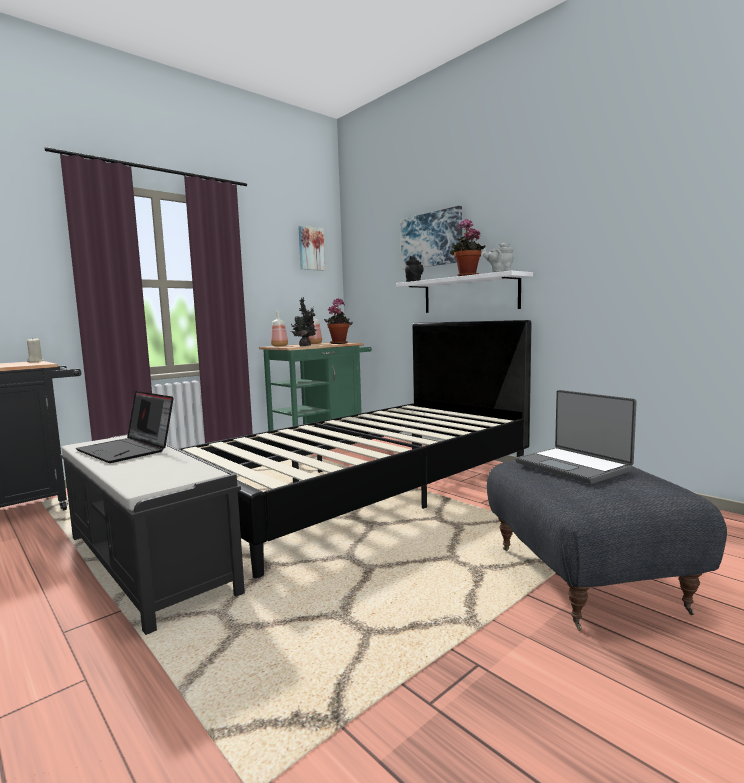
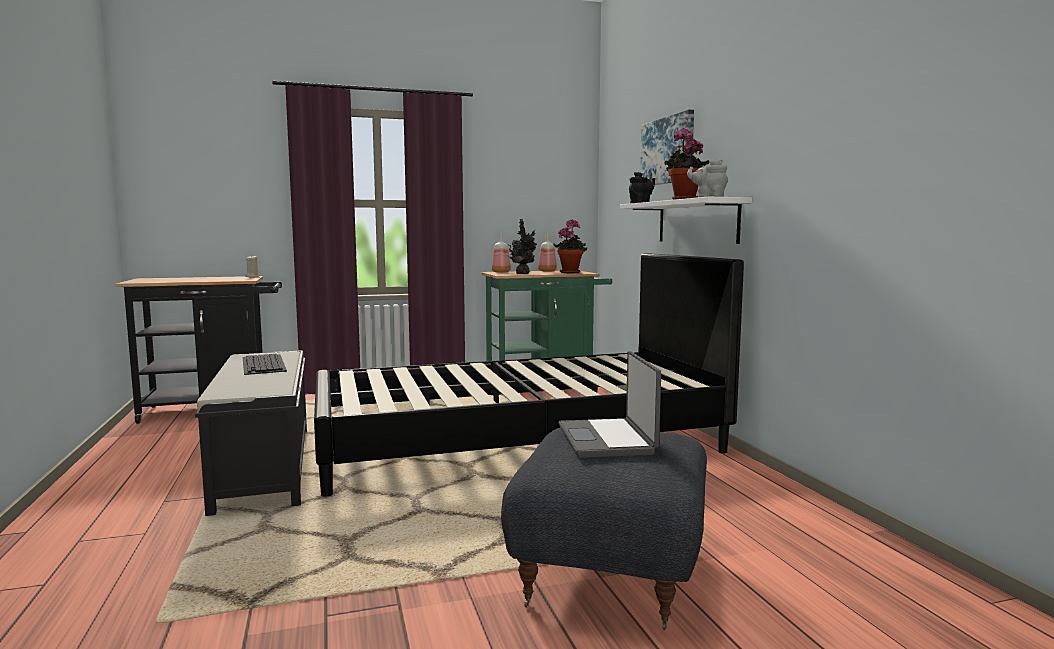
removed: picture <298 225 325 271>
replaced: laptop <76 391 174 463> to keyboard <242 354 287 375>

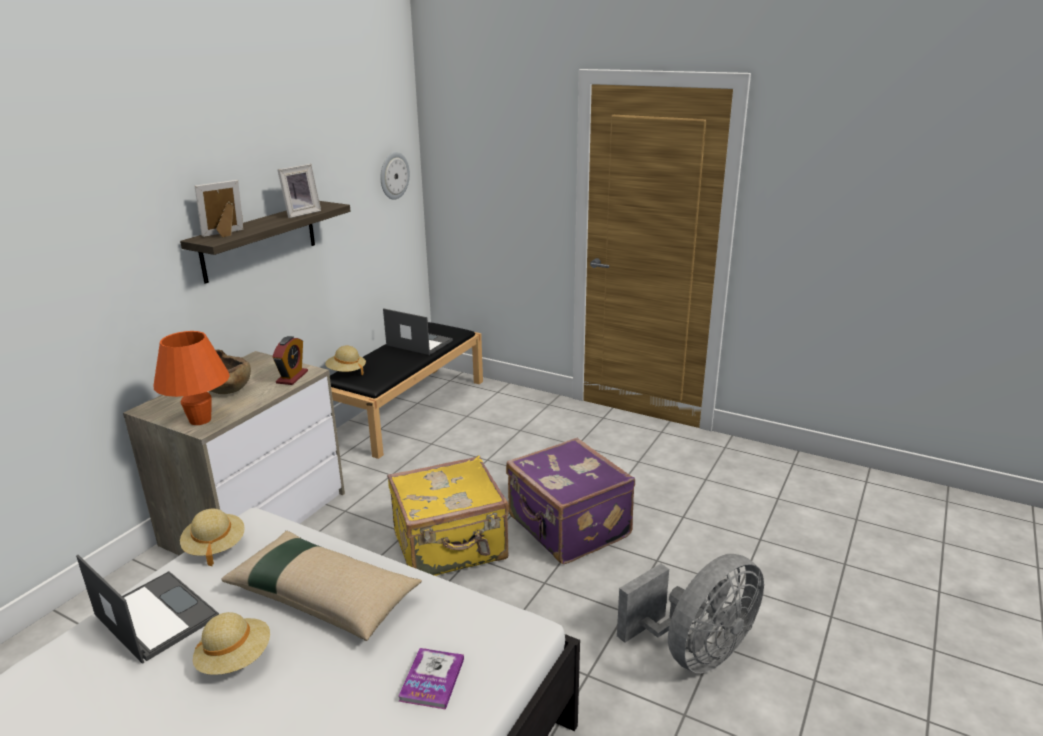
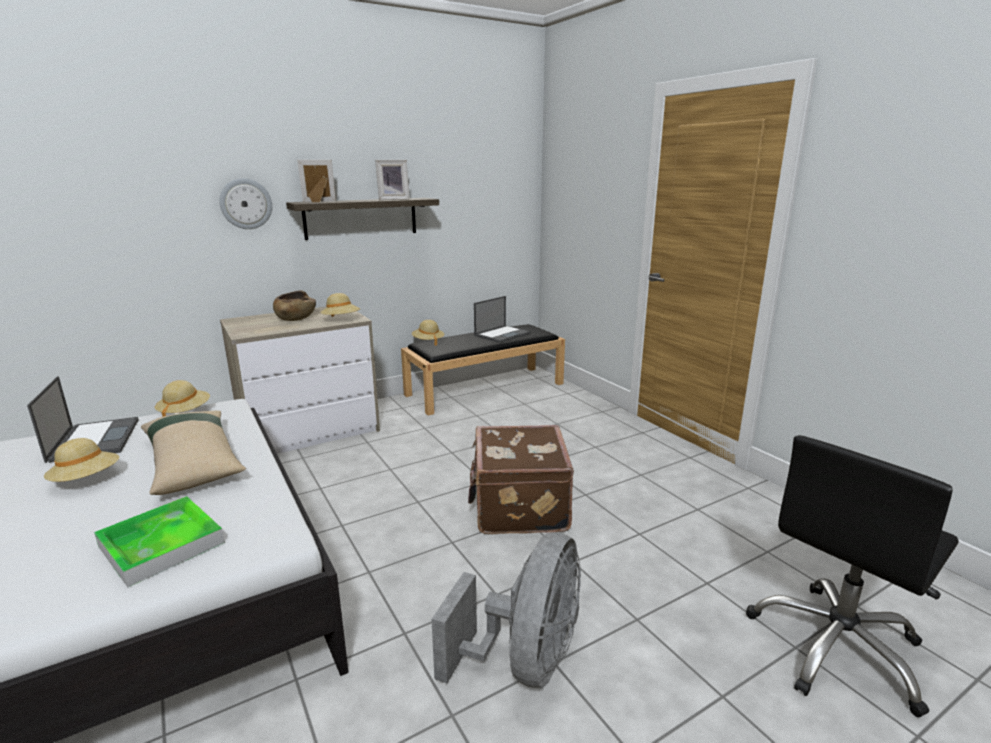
removed: orange table lamp <153 331 230 425>; yellow suitcase <387 455 509 576>
added: black office chair <746 435 959 717>
moved: wall clock <381 152 410 200> to <219 178 272 229>
replaced: book <398 648 464 710> to tray <94 496 225 587>; alarm clock <272 336 308 385> to beige hat <320 293 360 317>
recoloured: purple suitcase <506 438 635 564> to brown suitcase <468 425 574 534>
turned: grey fan <617 554 764 673> = <431 532 581 688> 60 degrees counterclockwise; laptop <383 308 453 355> = <474 296 531 343> 75 degrees clockwise

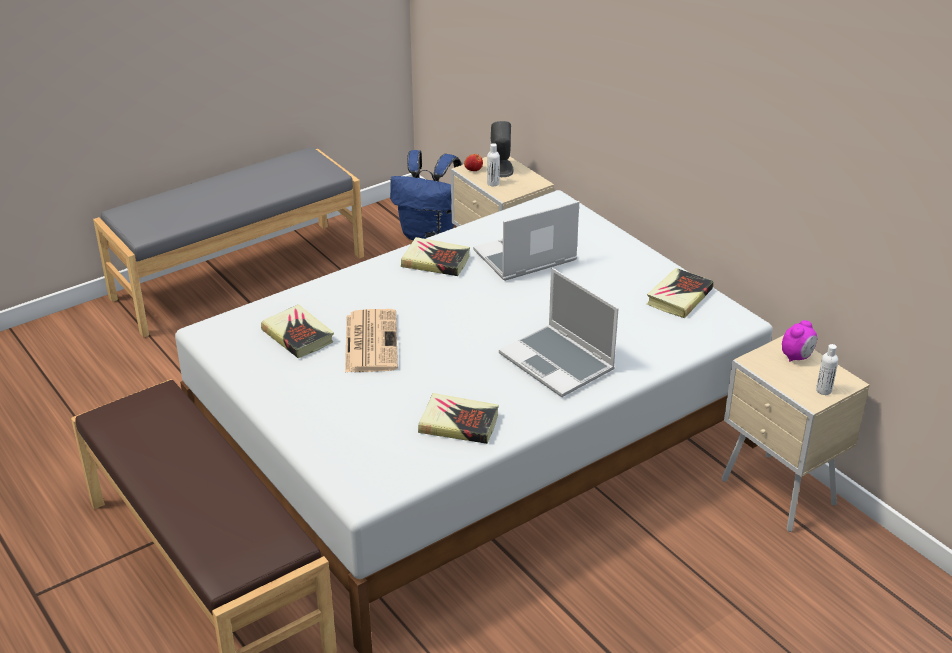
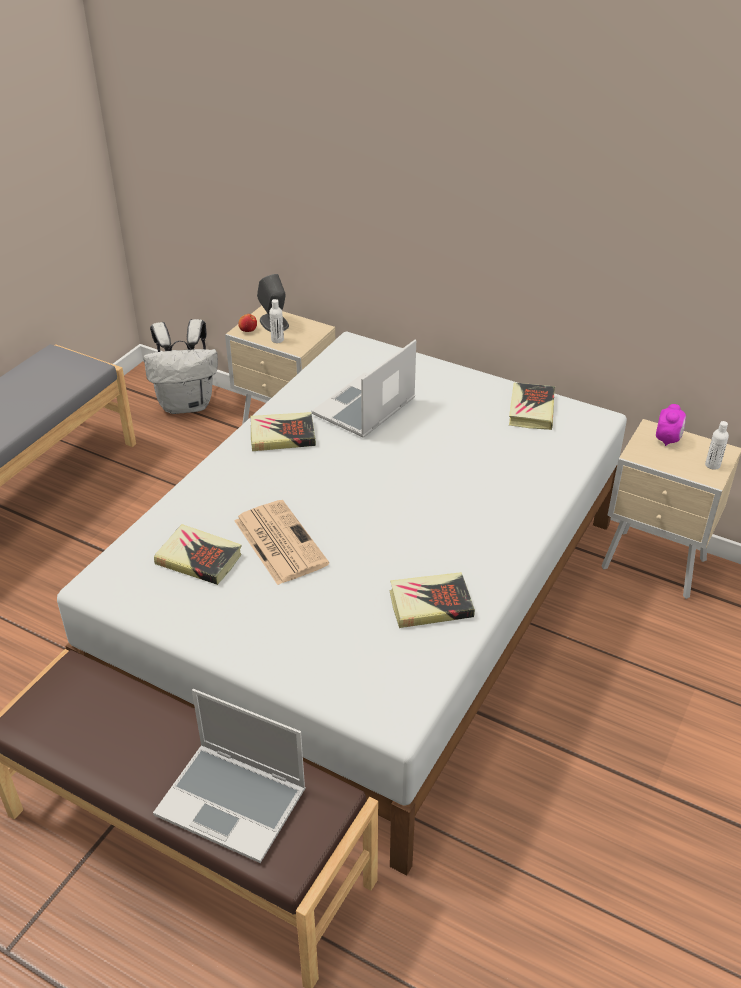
moved: laptop <499 268 619 397> to <153 689 306 863>
recoloured: blue backpack <390 150 461 240> to white backpack <144 319 218 414>

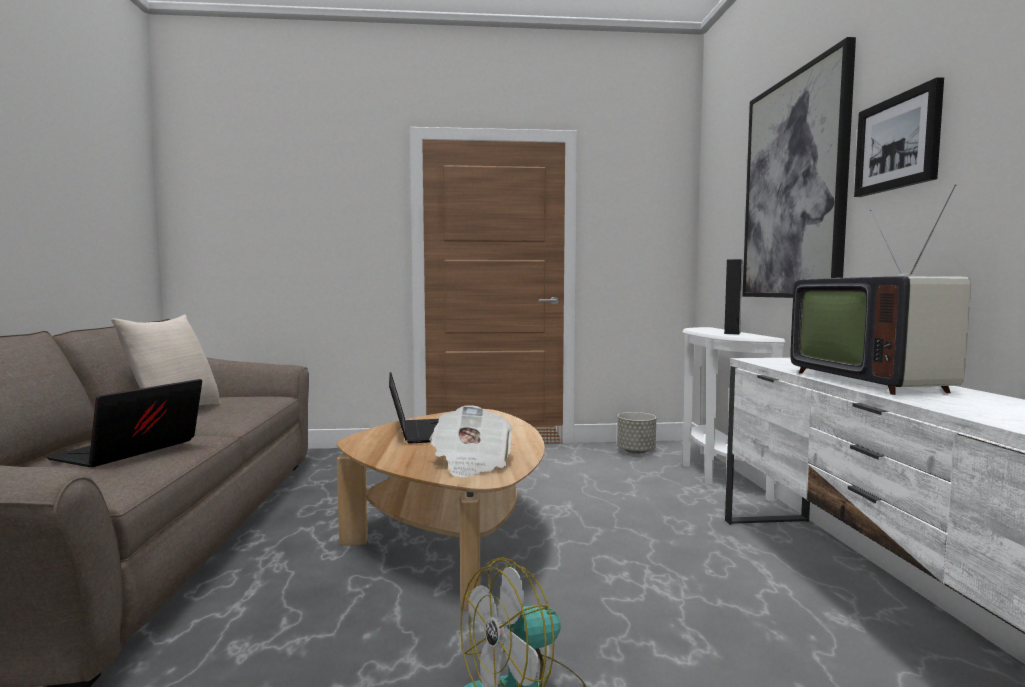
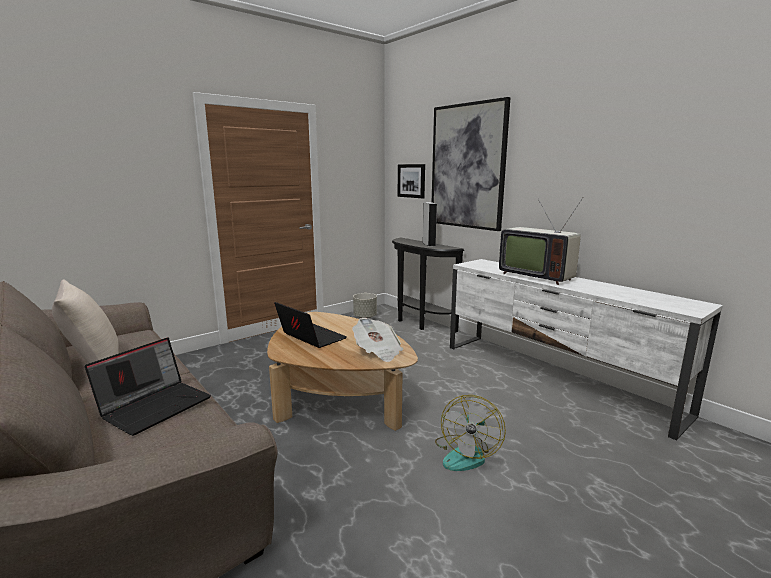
moved: picture <854 77 944 197> to <398 164 425 198>
recoloured: white console table <683 327 786 501> to black console table <392 238 464 332>
turned: laptop <46 379 202 467> = <85 337 211 436> 135 degrees counterclockwise

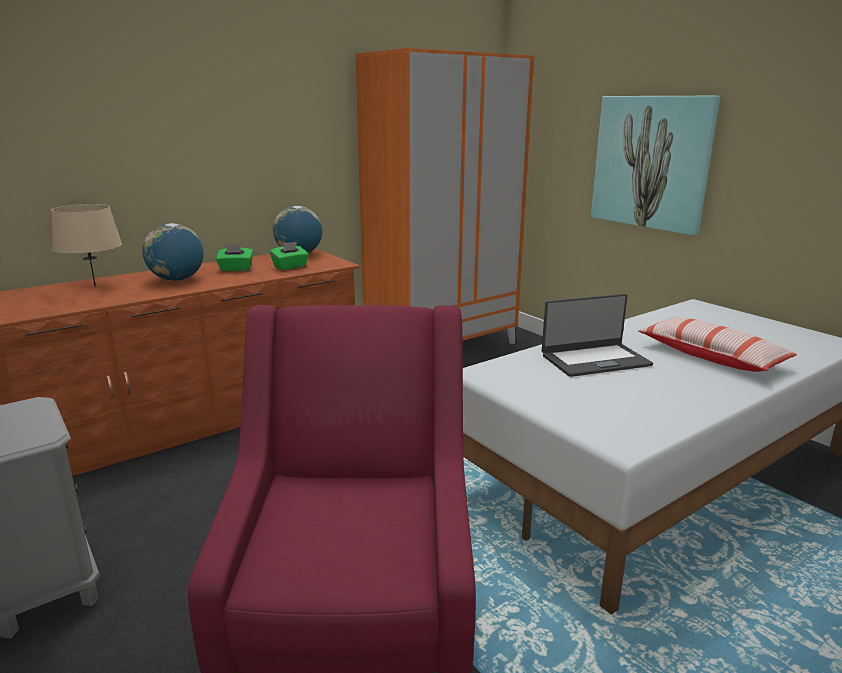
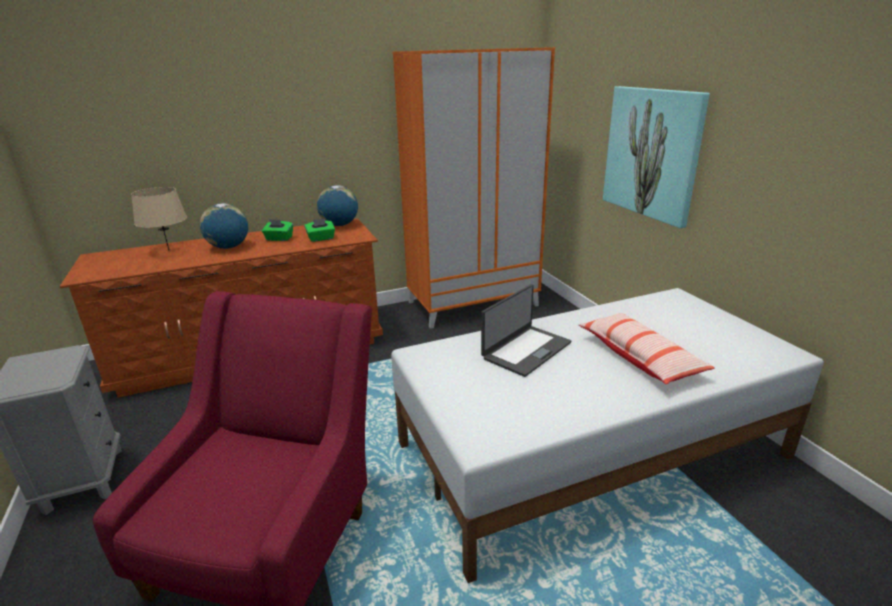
turned: laptop <542 294 653 377> = <481 284 571 377> 45 degrees counterclockwise

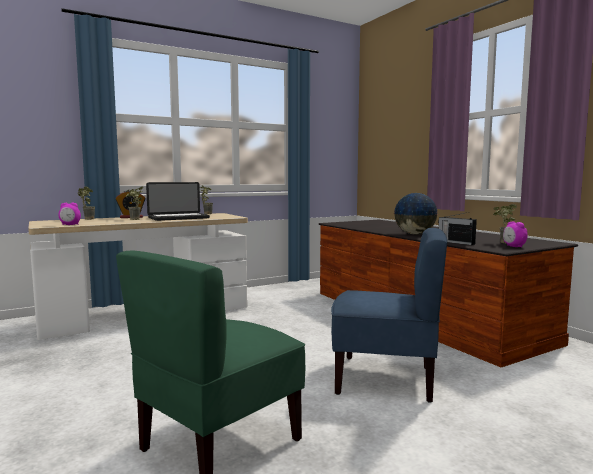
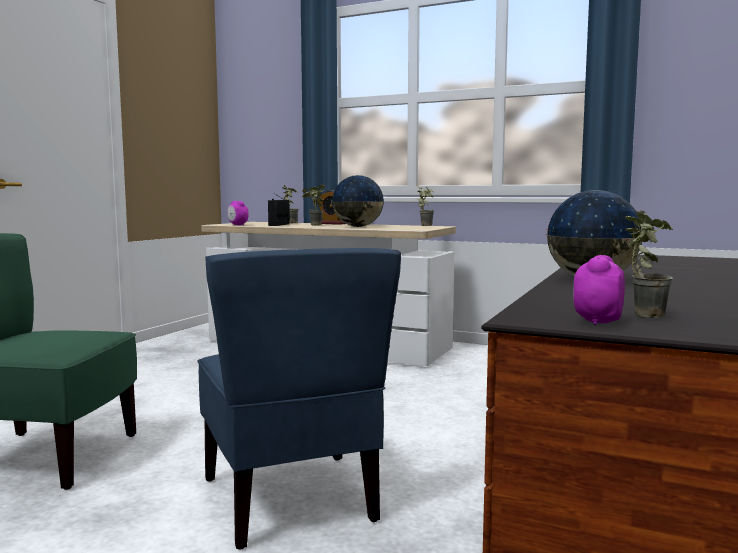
moved: radio <438 212 477 245> to <268 194 290 226>
replaced: laptop <146 182 210 221> to globe <332 175 384 227>

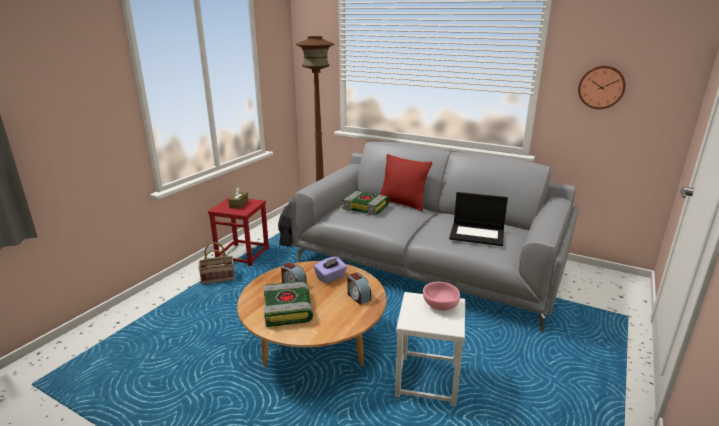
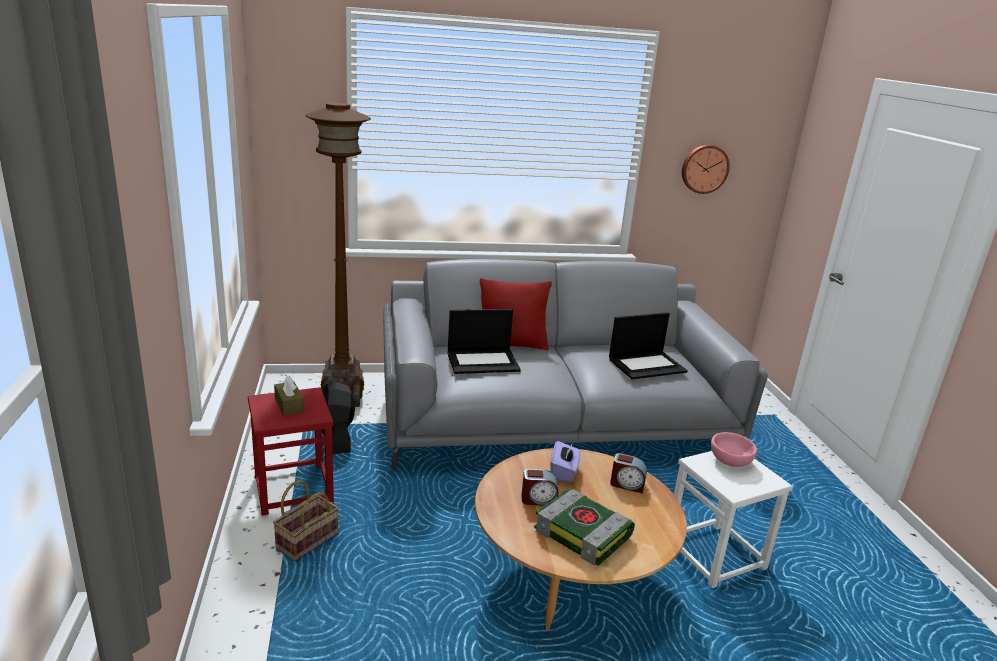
replaced: book <342 191 389 216> to laptop <447 309 521 374>

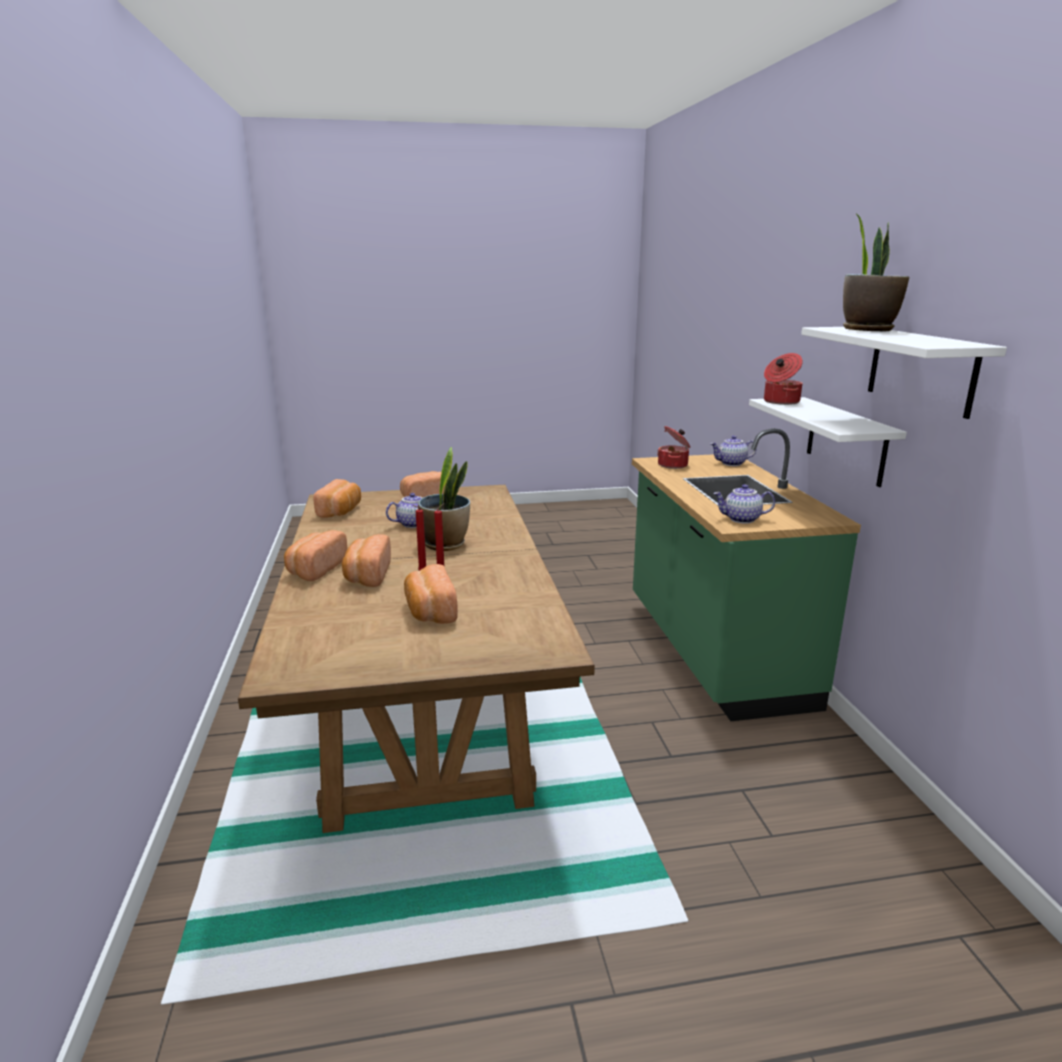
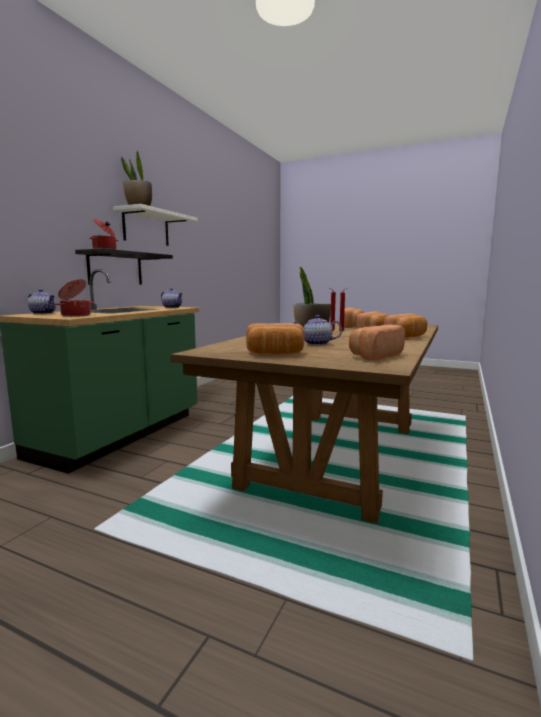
recoloured: white shelf <749 397 907 487> to black shelf <75 248 173 285>

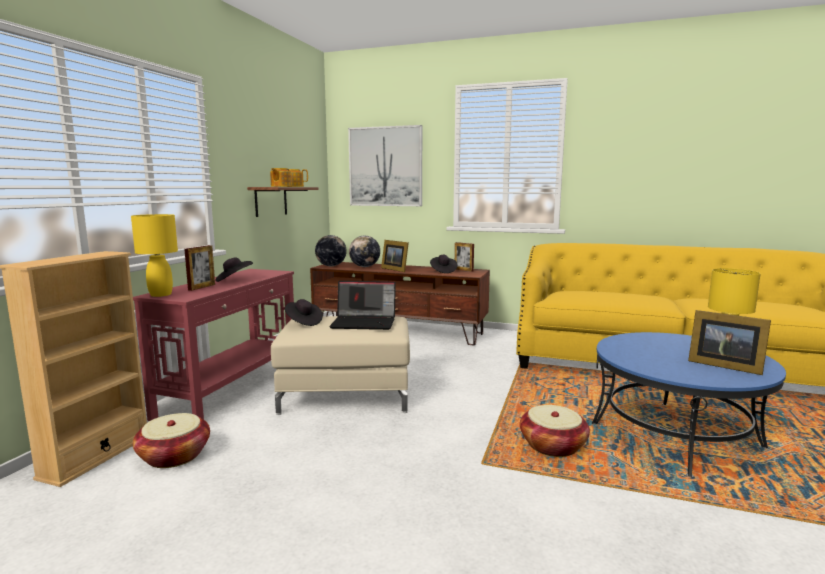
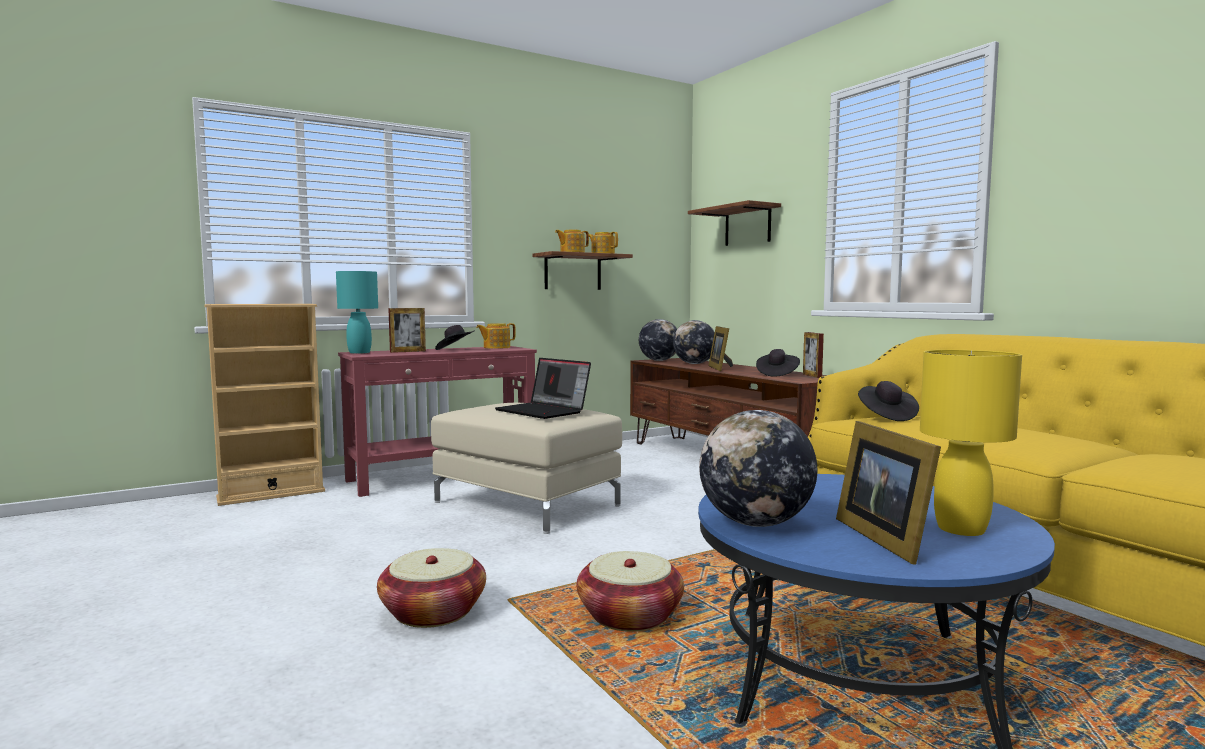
added: teapot <476 323 516 349>; globe <699 410 817 527>
moved: basket <133 413 210 468> to <377 548 486 628>; black hat <285 299 323 326> to <858 381 919 421>
replaced: picture <348 125 422 206> to shelf <688 200 781 246>
recoloured: yellow table lamp <131 214 178 297> to turquoise table lamp <336 271 378 354>

